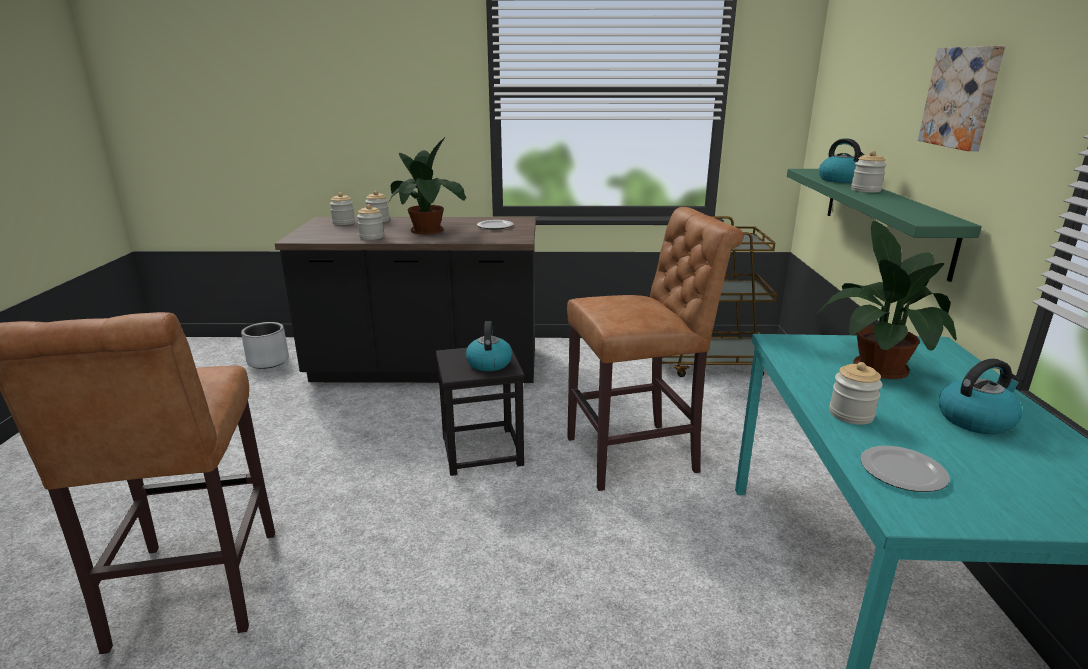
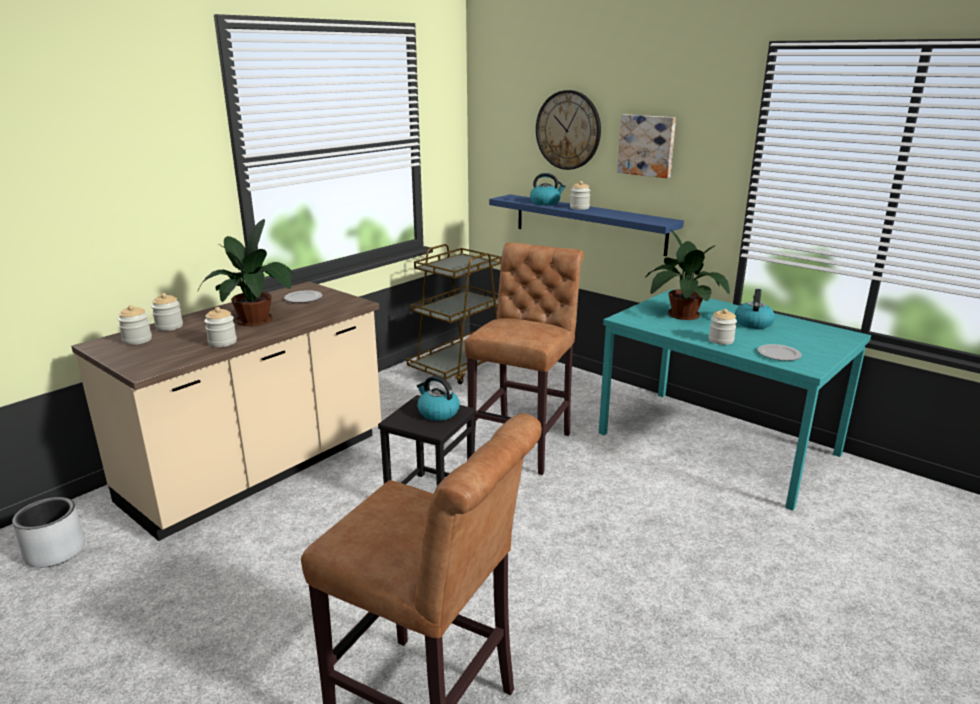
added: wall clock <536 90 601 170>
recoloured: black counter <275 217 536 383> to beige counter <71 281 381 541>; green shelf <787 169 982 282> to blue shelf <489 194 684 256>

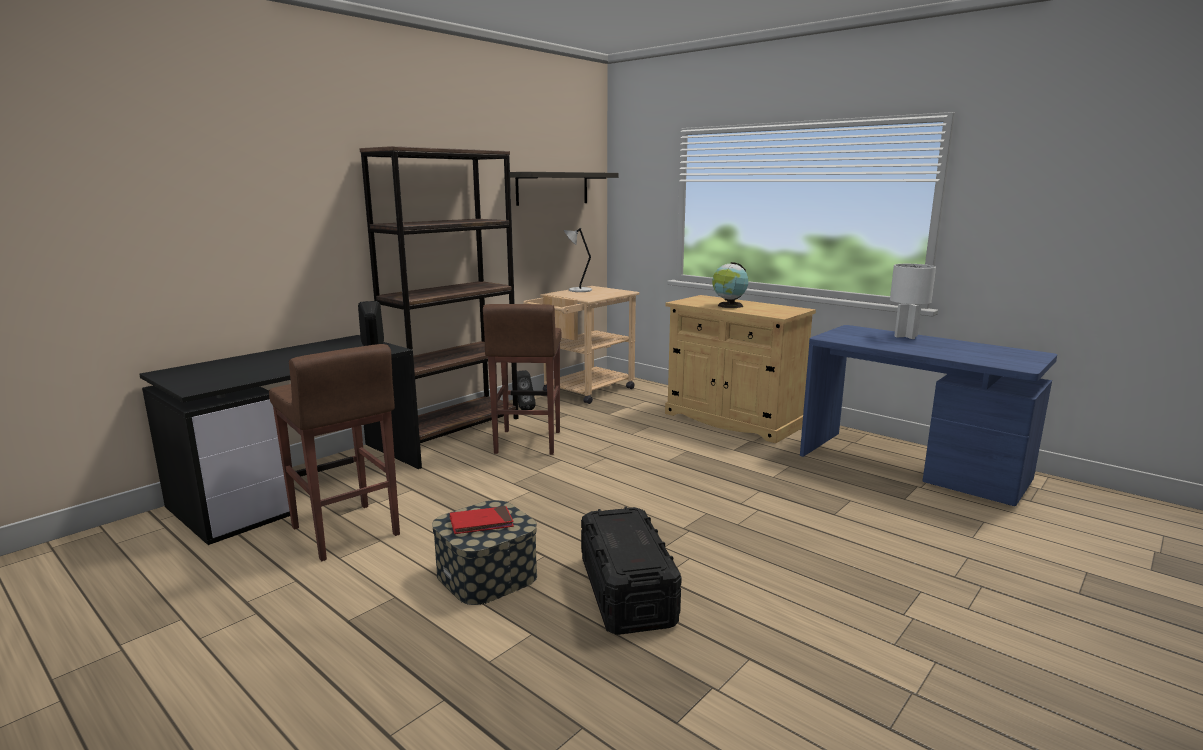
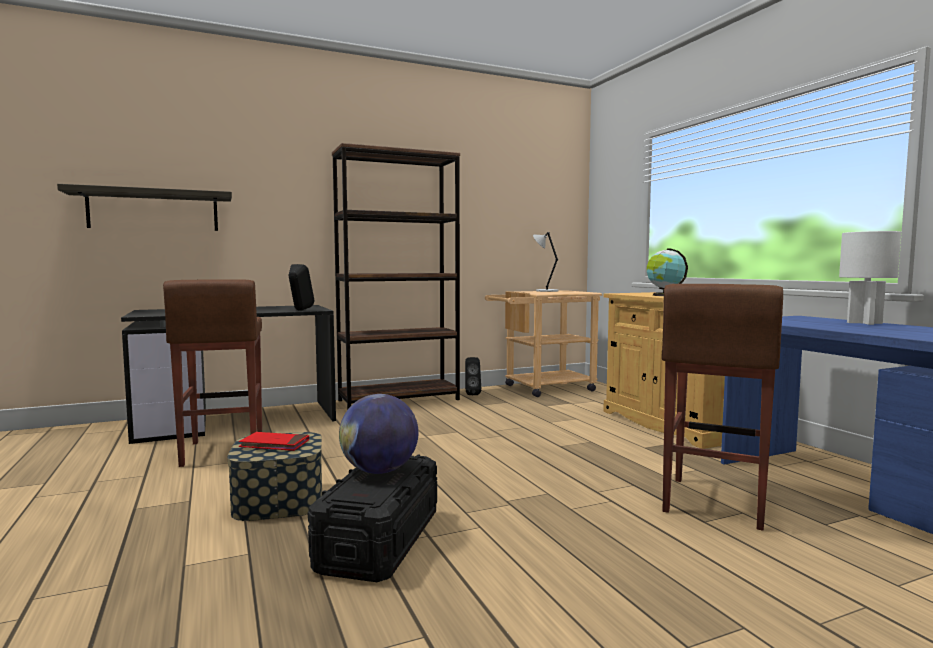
added: globe <339 394 418 474>
moved: shelf <510 172 619 206> to <57 184 232 231>; brown stool <483 304 562 455> to <662 284 783 531>

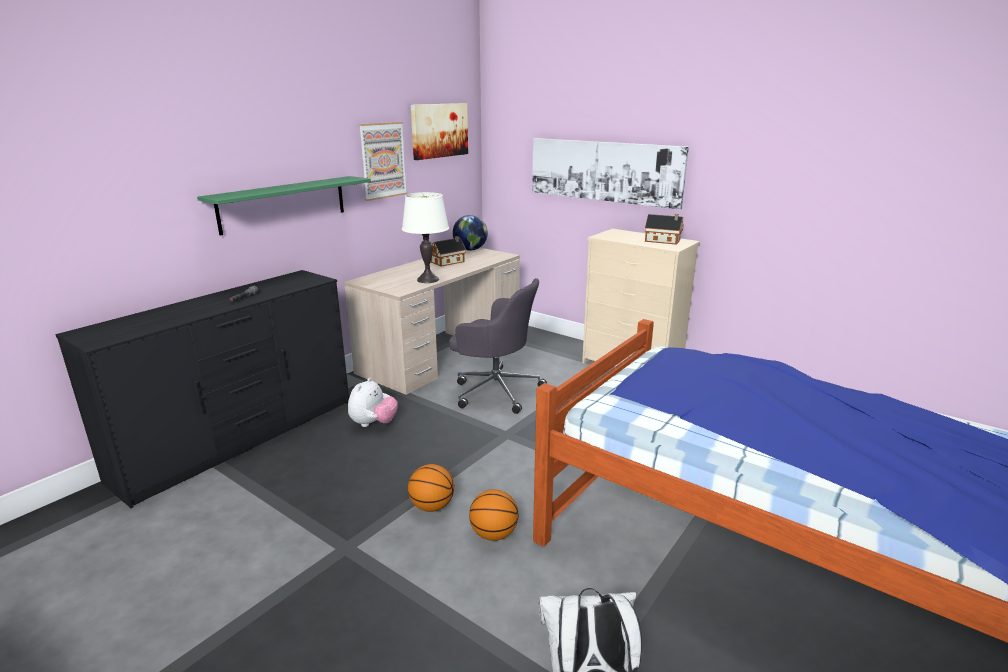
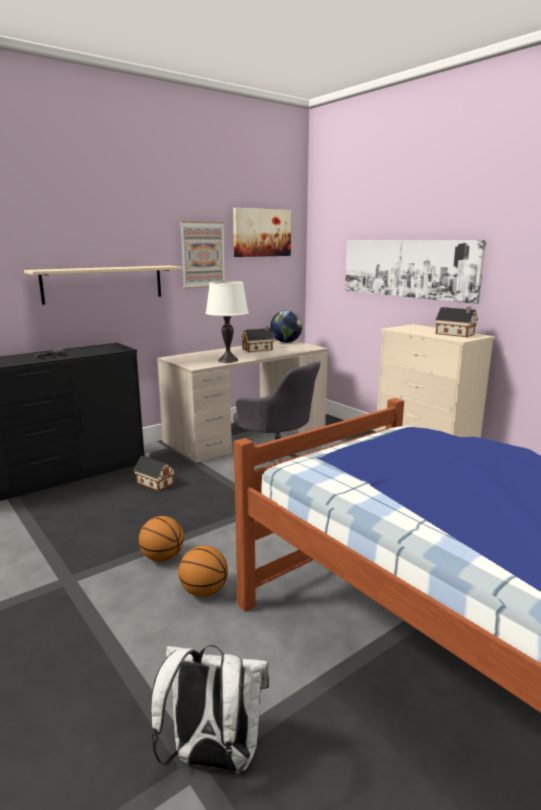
replaced: plush toy <348 378 398 427> to toy house <133 453 175 491>
recoloured: green shelf <197 176 371 236> to beige shelf <24 266 182 305>

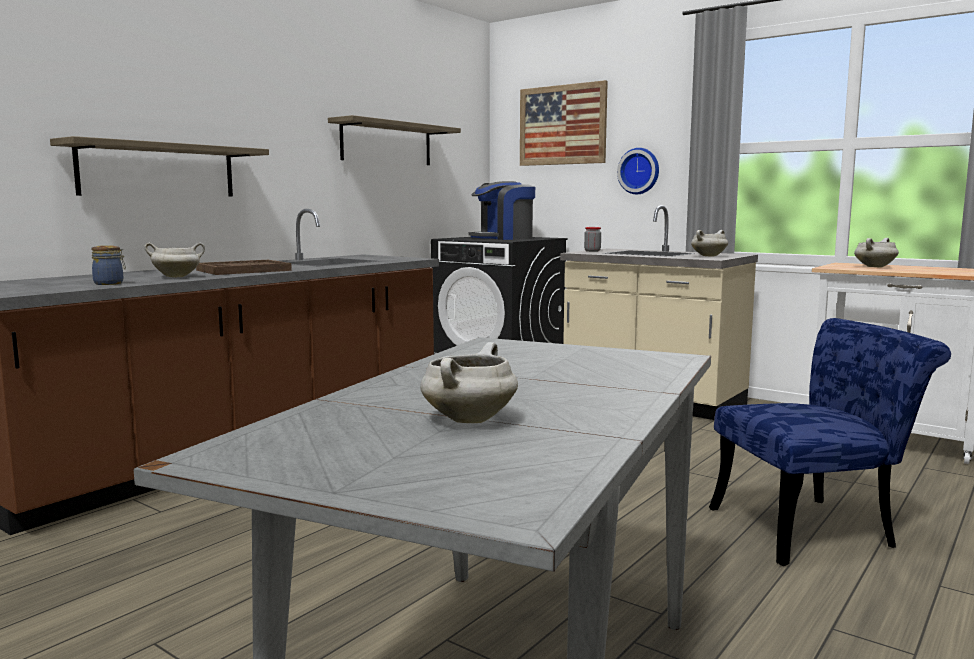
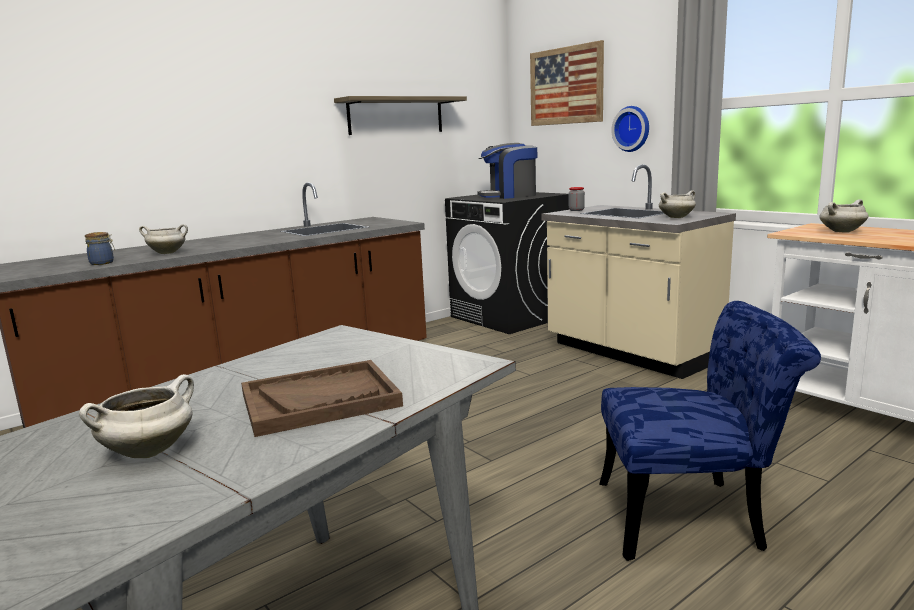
removed: shelf <50 136 269 197>
moved: brown tray <196 260 292 275> to <241 360 403 437>

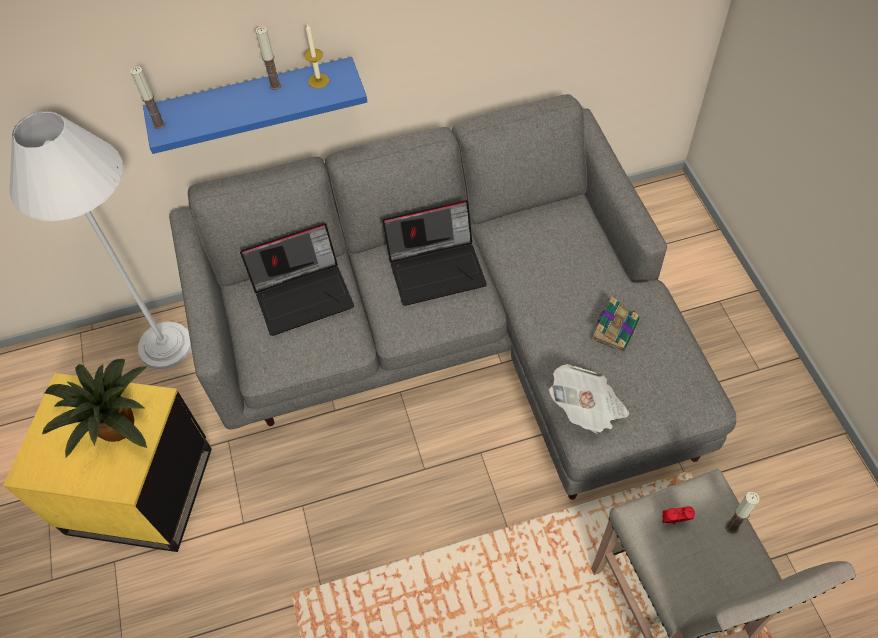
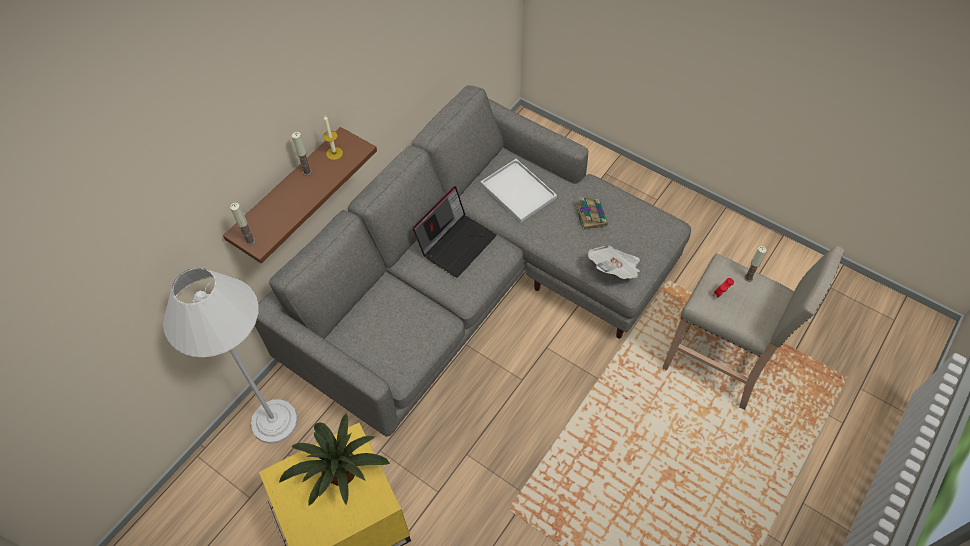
removed: laptop <240 223 354 336>
added: white tray <480 159 557 222>
recoloured: blue shelf <143 57 367 154> to brown shelf <223 127 377 264>

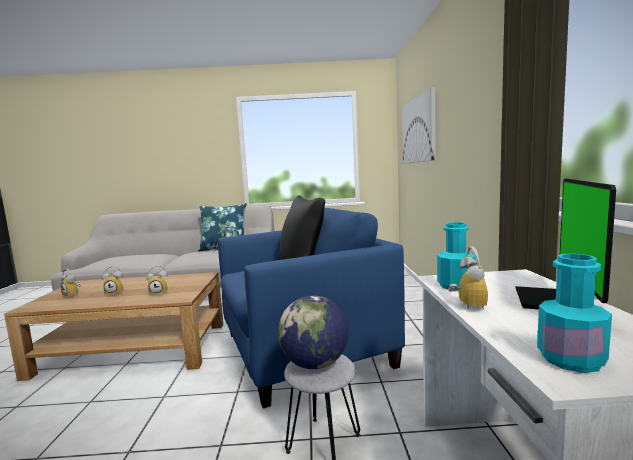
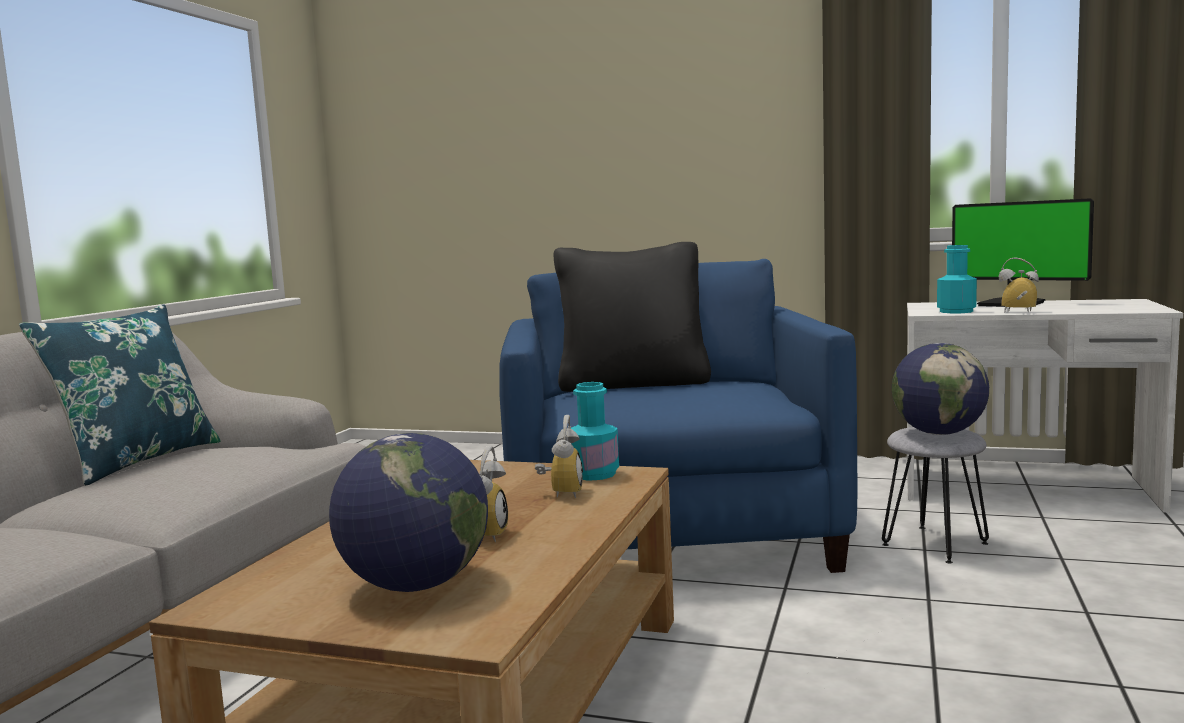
removed: picture <402 87 436 164>
moved: turquoise bottle <537 253 612 373> to <571 382 619 481>
replaced: alarm clock <61 269 82 297> to globe <329 433 488 592>

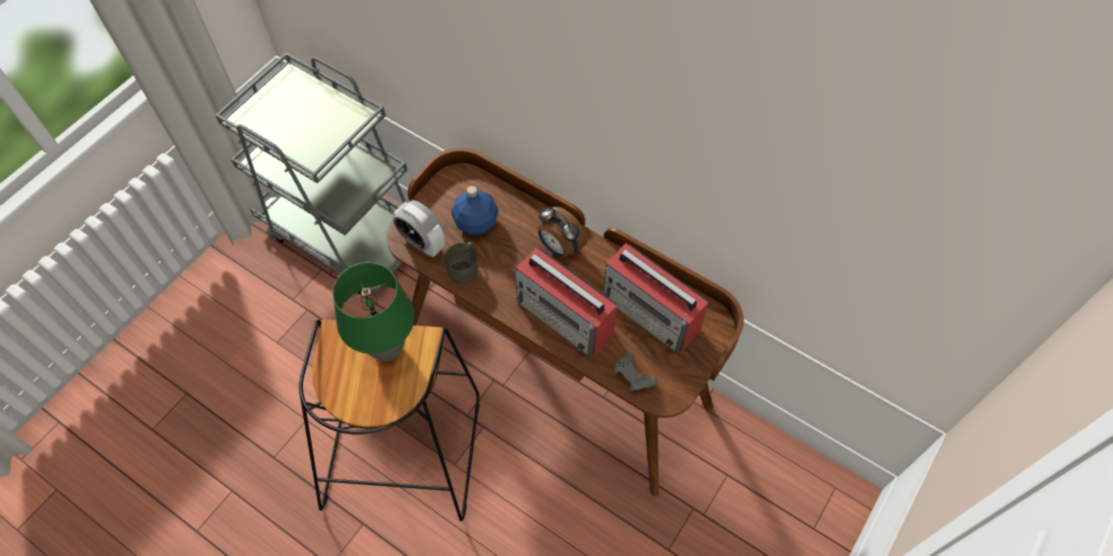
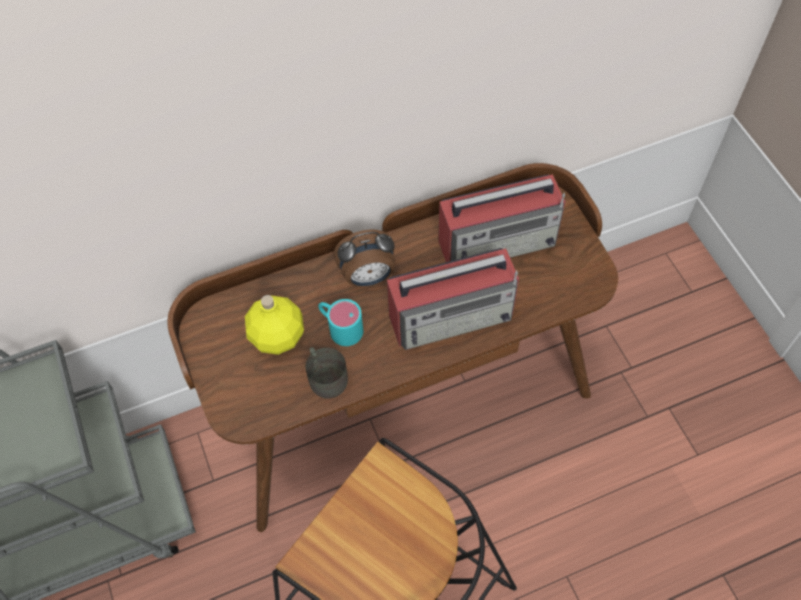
removed: green table lamp <333 262 415 361>; alarm clock <393 200 445 257>; grey game controller <614 352 657 391>
added: turquoise mug <318 299 363 346>
recoloured: blue bottle <452 186 499 235> to yellow bottle <245 295 304 355>

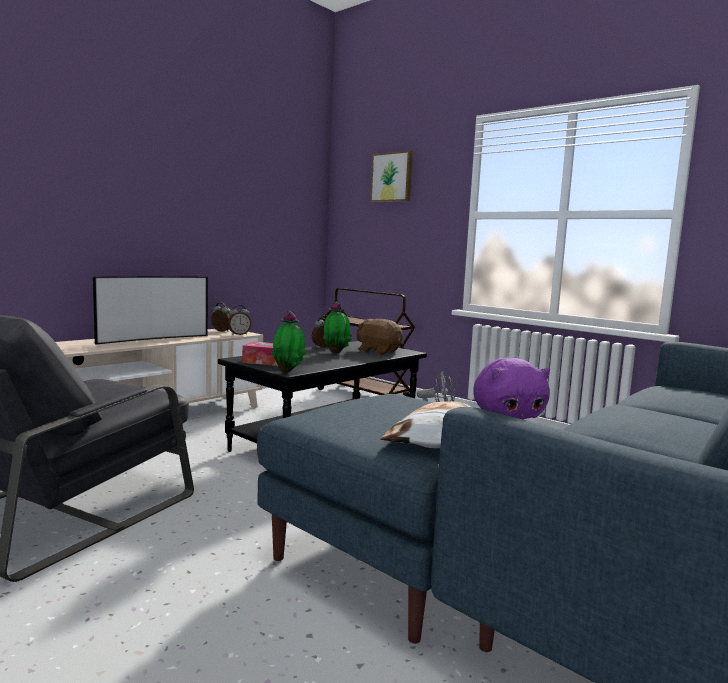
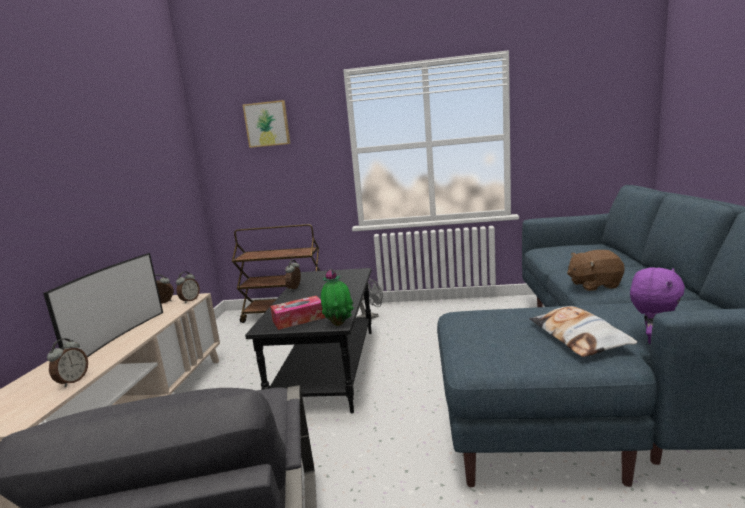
removed: potted plant <323 301 352 354>
added: alarm clock <47 338 88 387>
moved: brown plush toy <357 319 403 355> to <567 250 625 291>

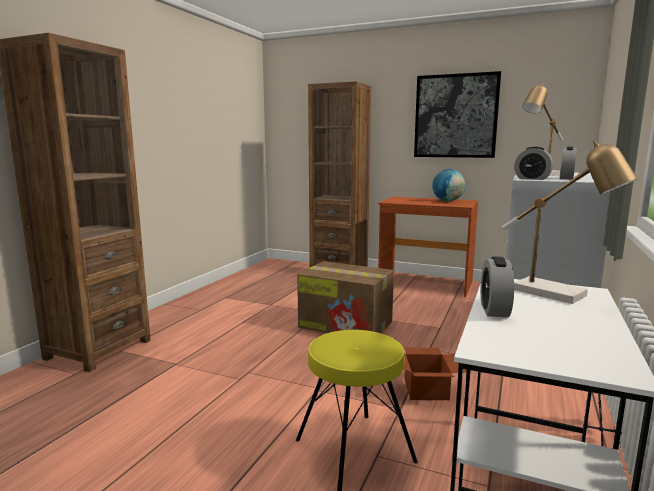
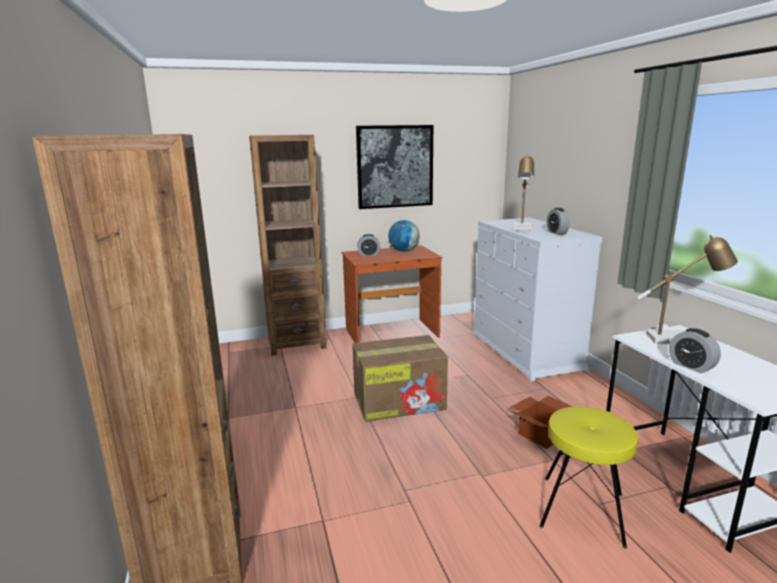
moved: alarm clock <514 147 553 180> to <357 234 380 256>

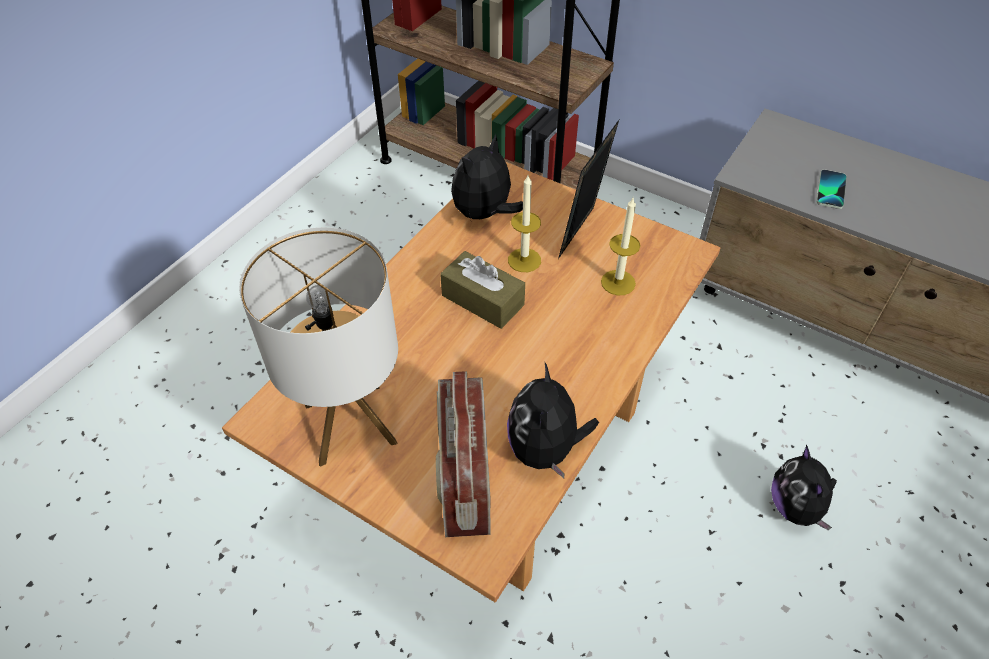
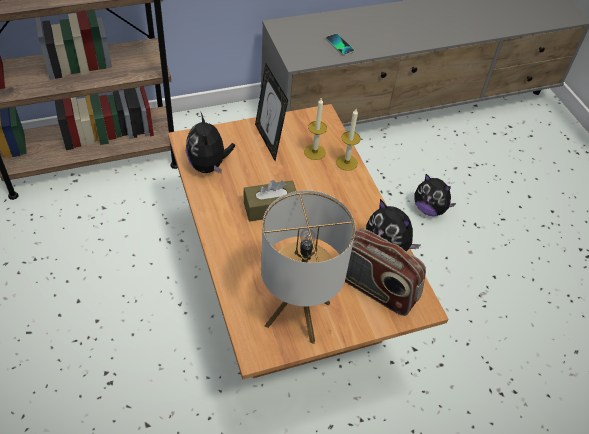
moved: candle <508 175 541 272> to <336 109 361 171>

